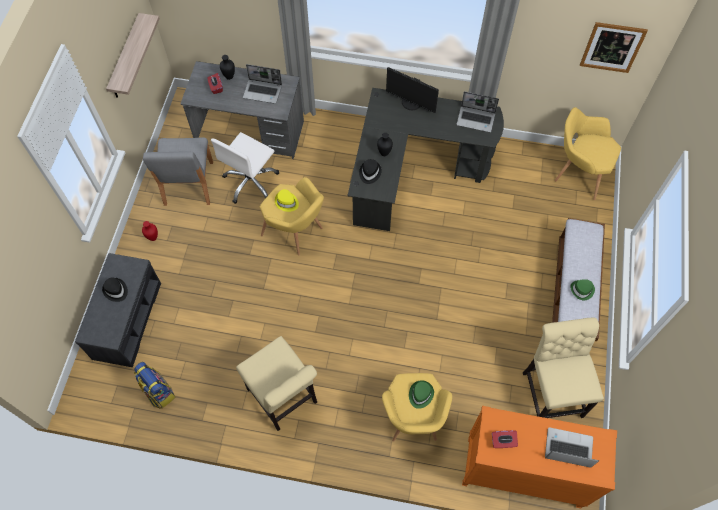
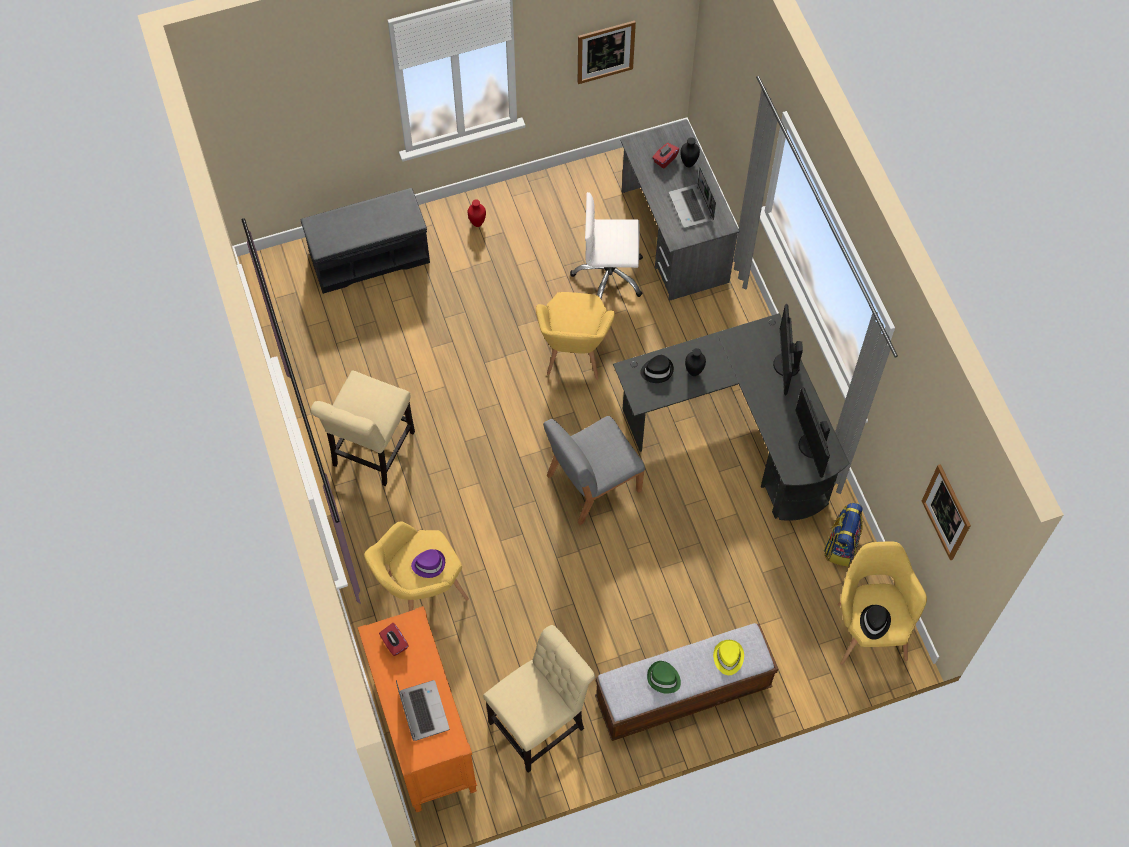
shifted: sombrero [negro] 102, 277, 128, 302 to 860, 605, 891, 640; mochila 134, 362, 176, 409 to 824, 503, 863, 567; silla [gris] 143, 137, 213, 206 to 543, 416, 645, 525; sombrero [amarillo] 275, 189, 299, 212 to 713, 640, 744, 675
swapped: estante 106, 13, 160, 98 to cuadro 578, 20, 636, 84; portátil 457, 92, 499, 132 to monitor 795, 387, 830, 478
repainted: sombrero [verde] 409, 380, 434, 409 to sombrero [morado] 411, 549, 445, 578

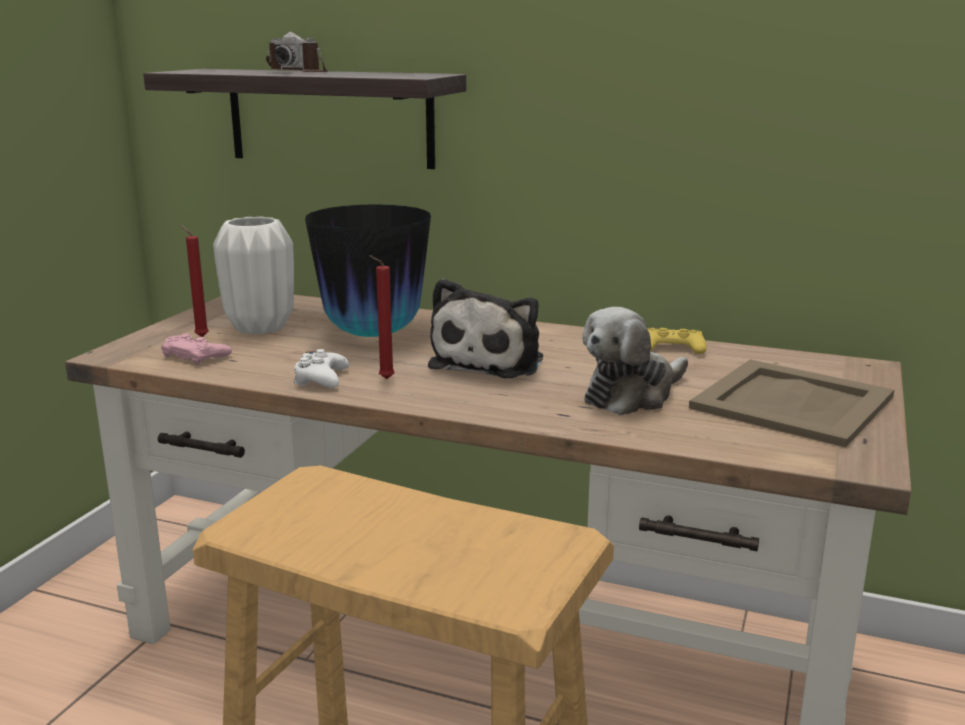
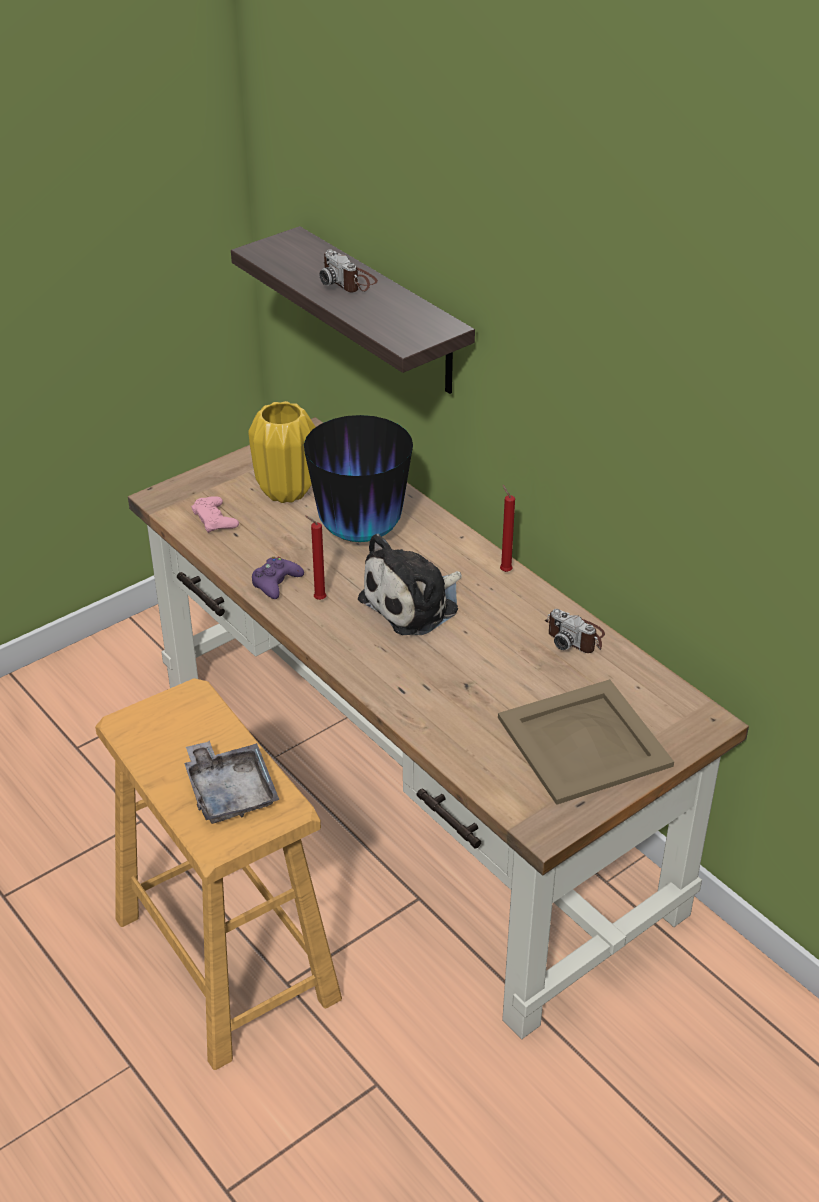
gone: peluche 582, 307, 688, 415
new: bandeja [gris] 184, 741, 279, 824
shifted: vela [rojo] 180, 225, 209, 337 to 500, 485, 515, 572
swapped: mando de consola [amarillo] 647, 328, 707, 354 to cámara 545, 609, 605, 653
repainted: florero [blanco] 213, 216, 294, 334 to florero [amarillo] 248, 401, 316, 503; mando de consola [blanco] 294, 349, 349, 388 to mando de consola [morado] 252, 557, 304, 599

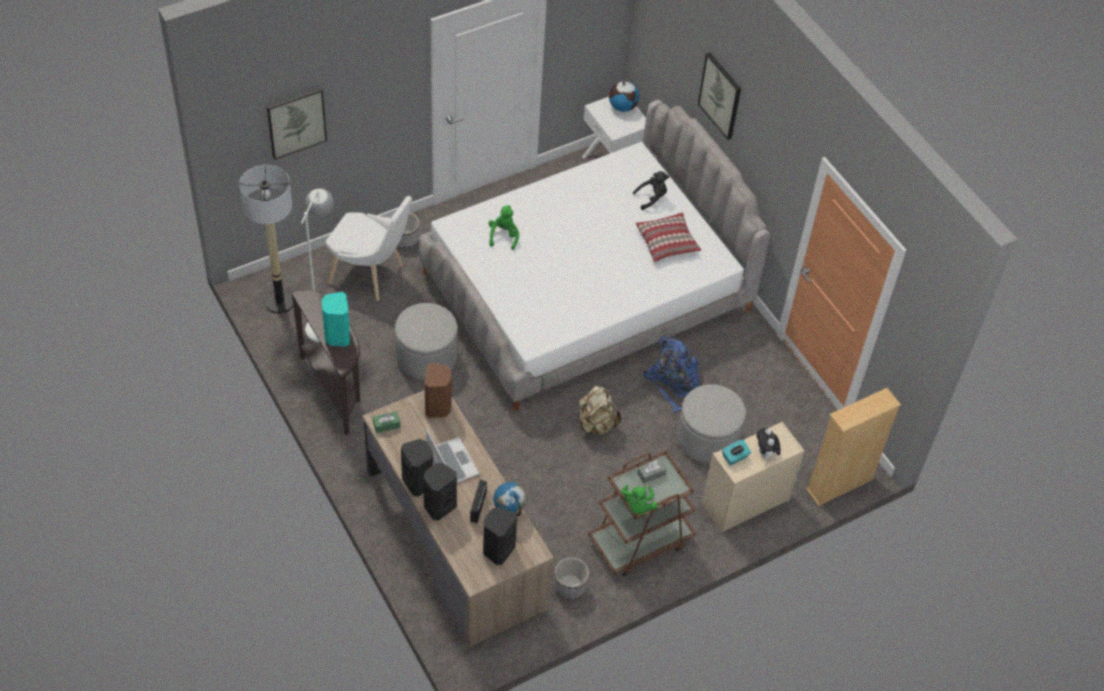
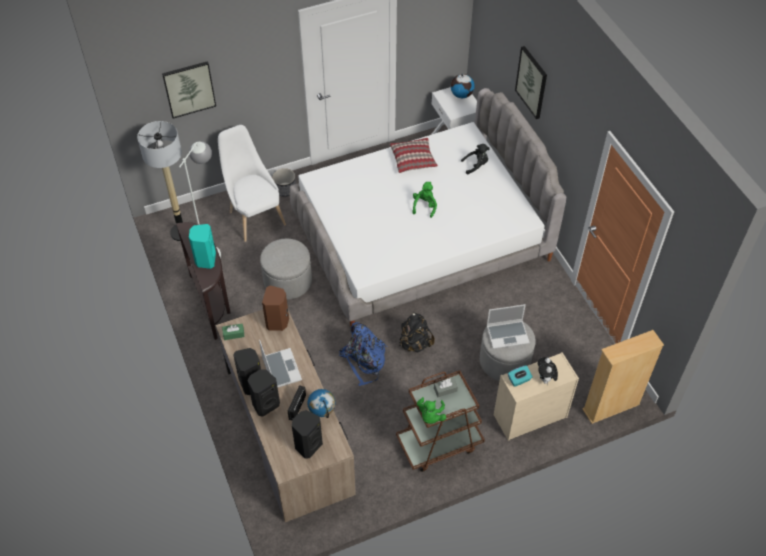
gone: maceta 554, 557, 589, 599
new: portátil 487, 304, 530, 349
shifted: peluche [verde] 489, 205, 519, 250 to 412, 182, 437, 218; cojín 635, 213, 701, 262 to 390, 138, 438, 173; mochila [azul] 643, 336, 700, 412 to 339, 322, 387, 386
repainted: mochila [beis] 578, 386, 621, 435 to mochila [negro] 400, 313, 435, 352
rotated: silla [blanco] 326, 196, 412, 301 = 218, 125, 286, 242 150 degrees counterclockwise

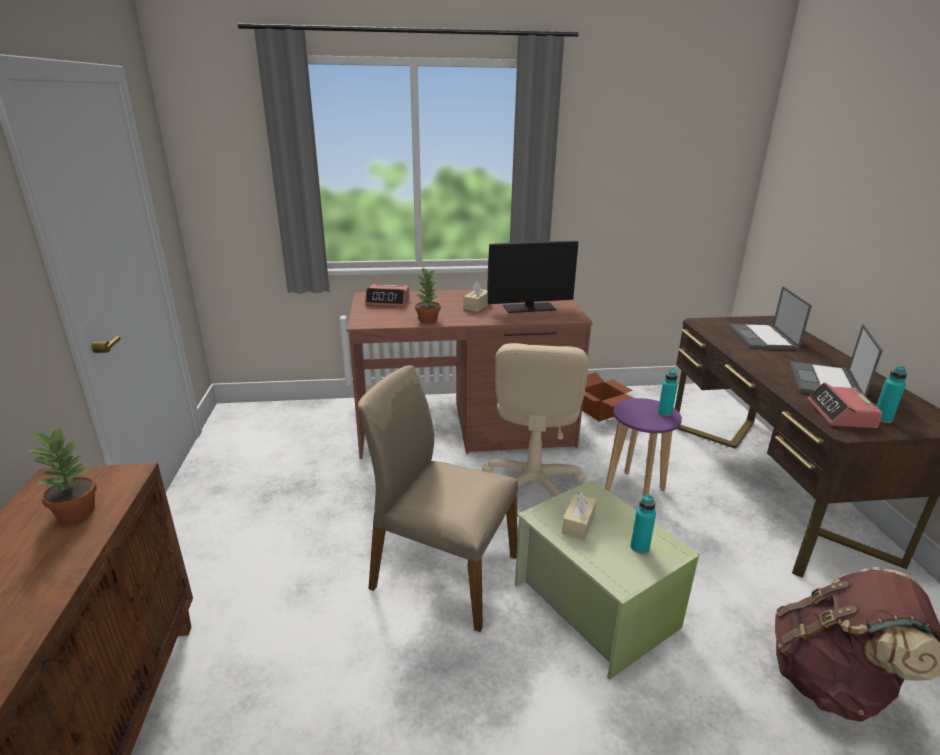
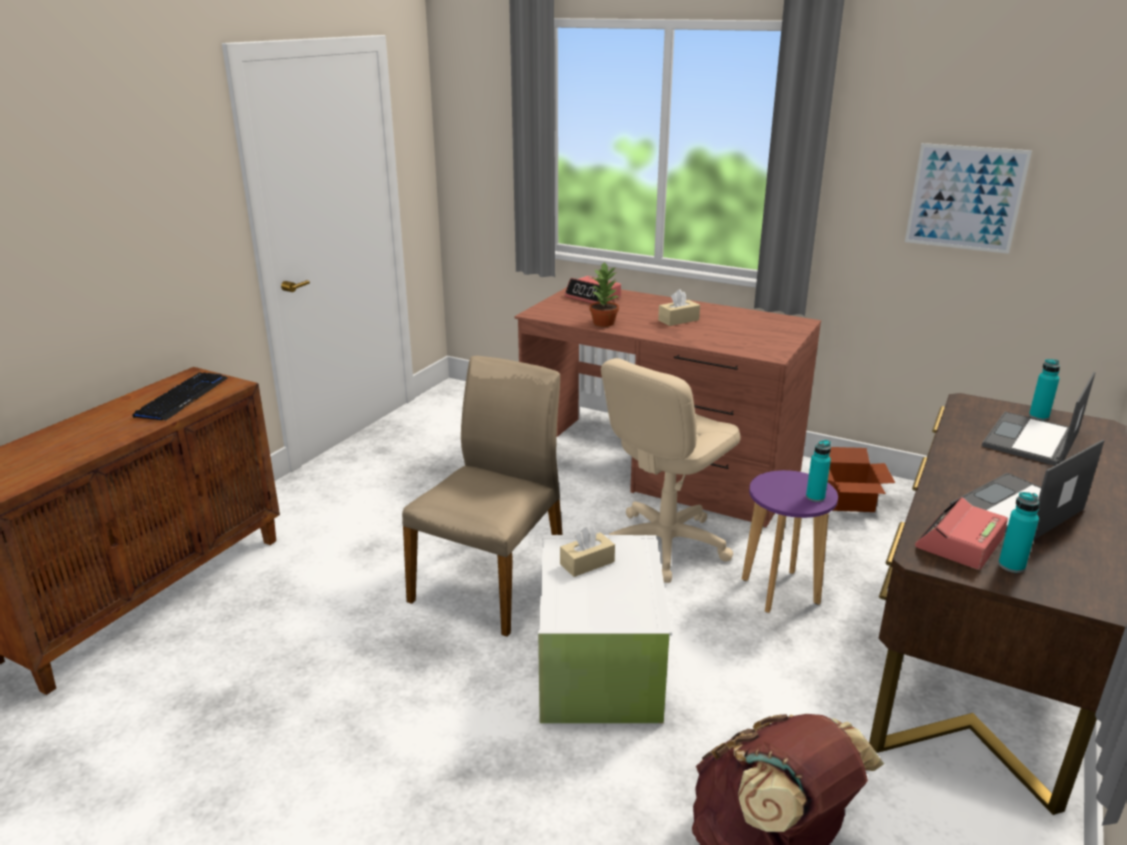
gone: monitor 488, 241, 578, 313
new: cuadro 905, 143, 1032, 254
shifted: botella [turquesa] 630, 494, 656, 554 to 1029, 359, 1060, 421
swapped: planta en maceta 26, 427, 97, 523 to teclado 132, 373, 228, 421
repainted: caja de almacenaje [verde] 515, 480, 699, 679 to caja de almacenaje [blanco] 538, 535, 672, 723
rotated: silla [beis] 358, 365, 518, 632 = 402, 356, 563, 637 60 degrees clockwise

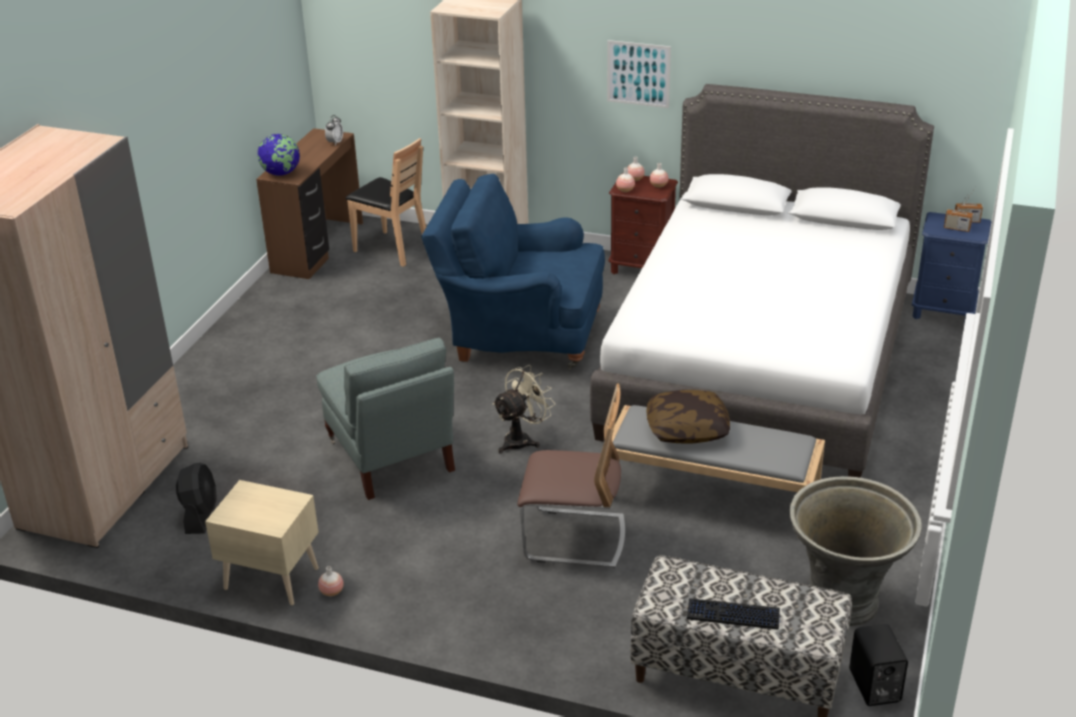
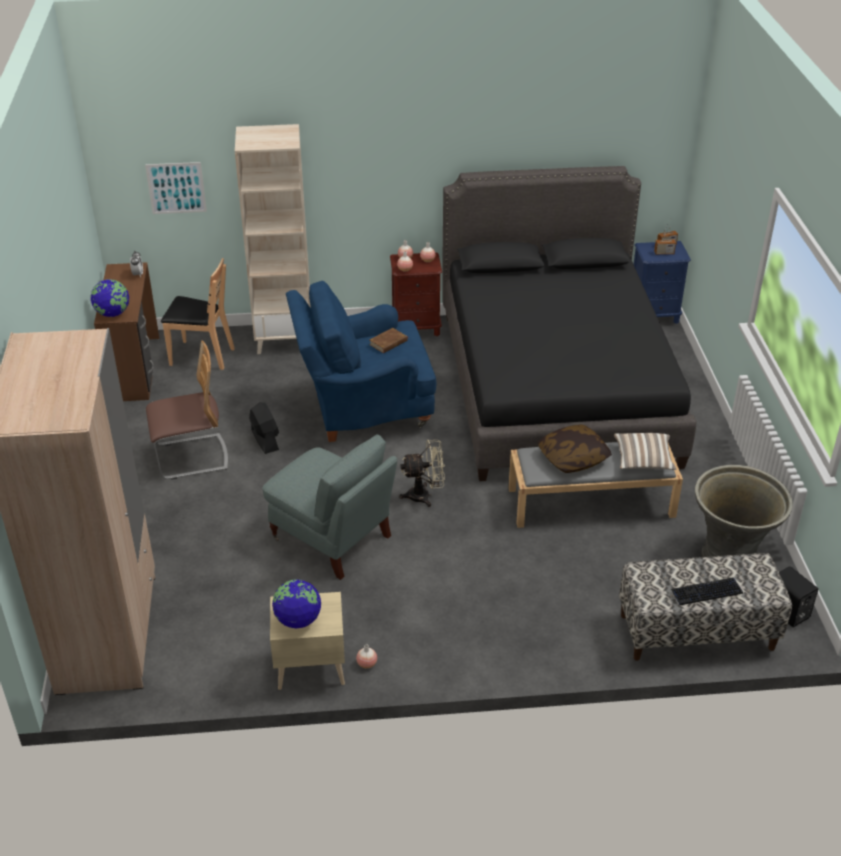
new: globo terráqueo 272, 579, 321, 629; libro [marrón] 369, 328, 408, 353; cojín 614, 433, 676, 470
shifted: ventilador [negro] 176, 463, 217, 534 to 249, 402, 279, 454; silla 517, 383, 625, 568 to 146, 340, 228, 479; cuadro 607, 40, 671, 108 to 145, 162, 207, 214
repainted: cama [blanco] 590, 84, 934, 478 to cama [negro] 442, 166, 697, 481
rotated: ventilador [beis] 492, 365, 555, 454 = 399, 440, 445, 507 60 degrees clockwise

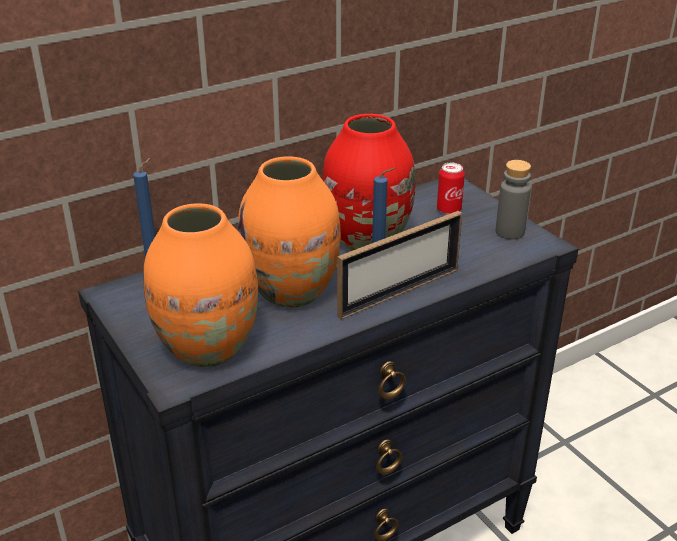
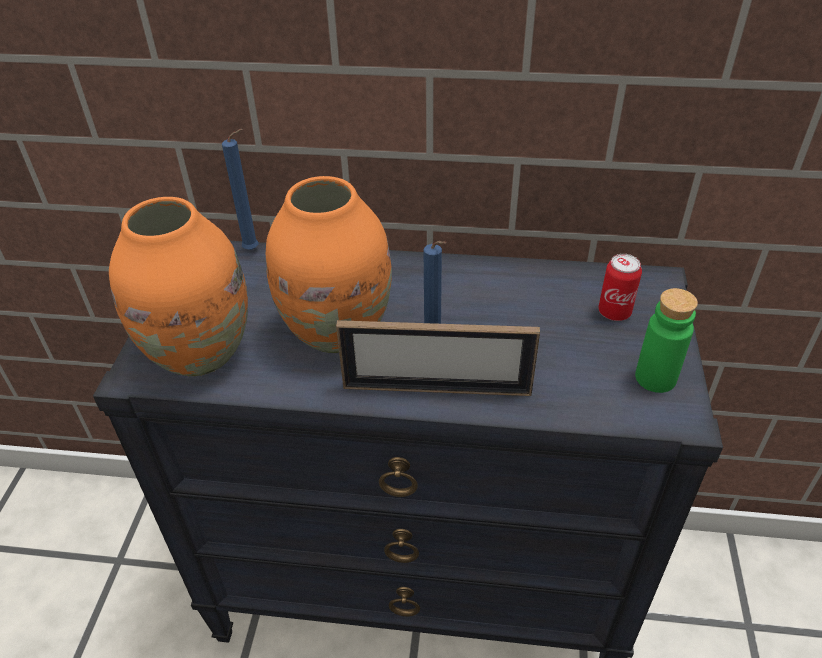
gone: florero [rojo] 322, 114, 415, 250
repainted: botella [gris] 496, 160, 531, 239 to botella [verde] 635, 288, 698, 393

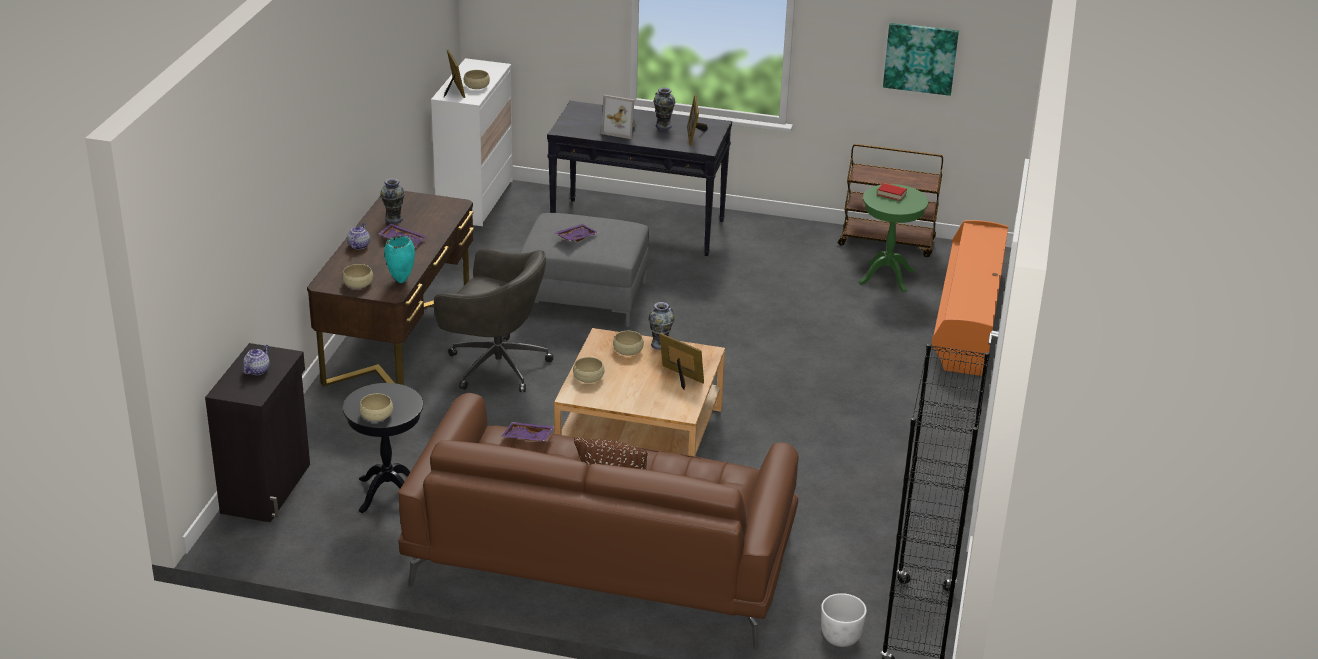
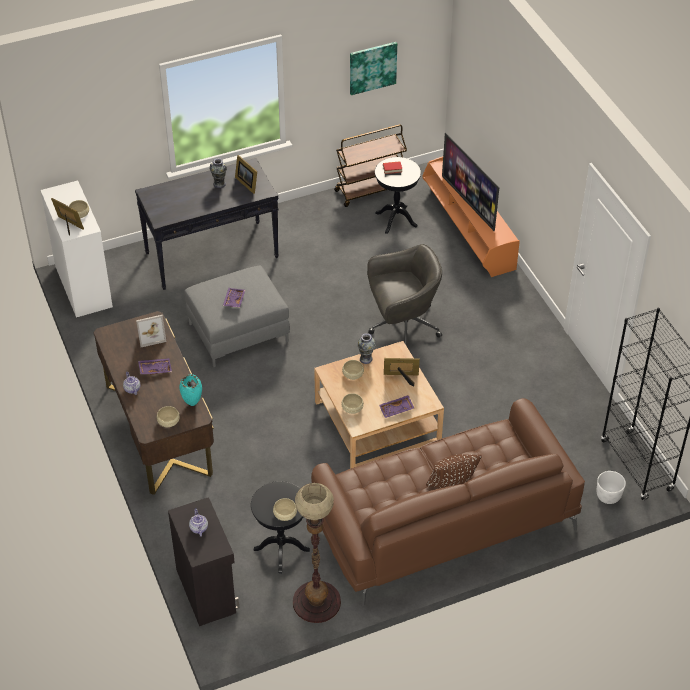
gone: florero 380, 178, 405, 224
new: lámpara de pie 293, 483, 341, 623; televisor 442, 132, 499, 231
shifted: silla de oficina [gris] 434, 248, 554, 392 to 367, 244, 442, 344; bandeja [morado] 502, 422, 555, 441 to 379, 395, 414, 418; portarretratos 601, 95, 637, 139 to 136, 315, 167, 347
repainted: mesa auxiliar [verde] 859, 184, 928, 293 to mesa auxiliar [negro] 375, 157, 421, 234

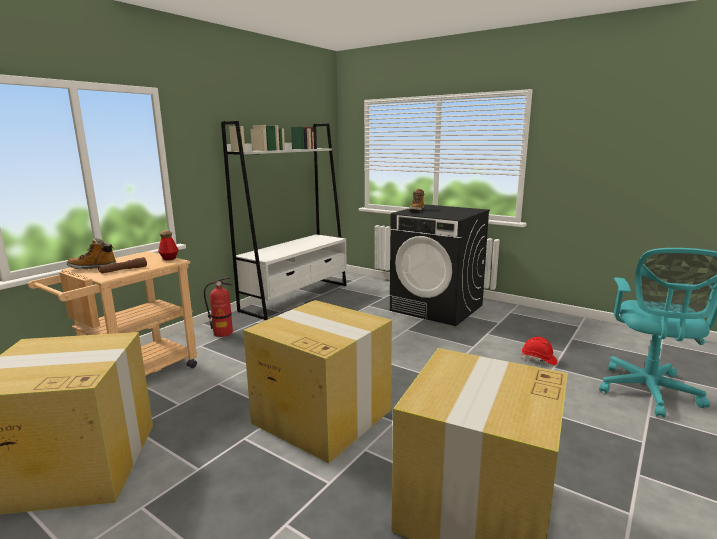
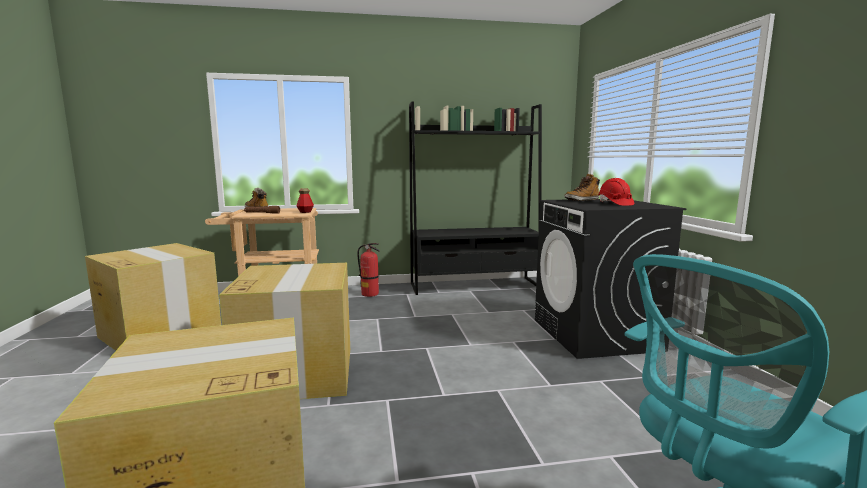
shifted: casco [rojo] 521, 337, 557, 365 to 598, 178, 634, 206
repainted: estantería [blanco] 221, 121, 347, 320 to estantería [negro] 409, 102, 542, 295

